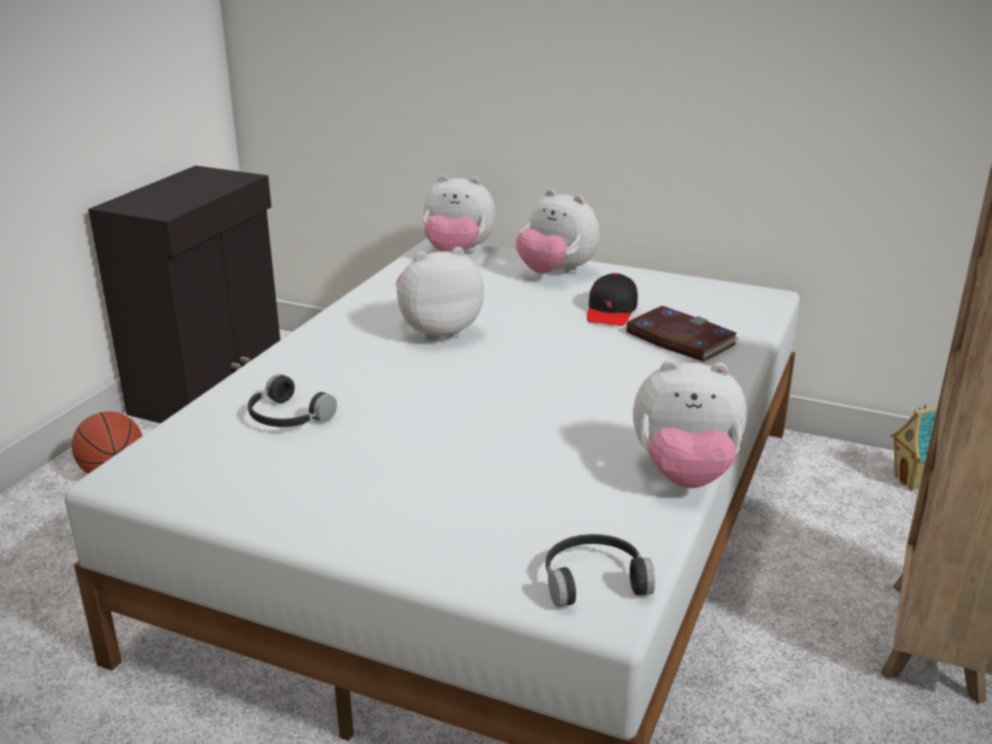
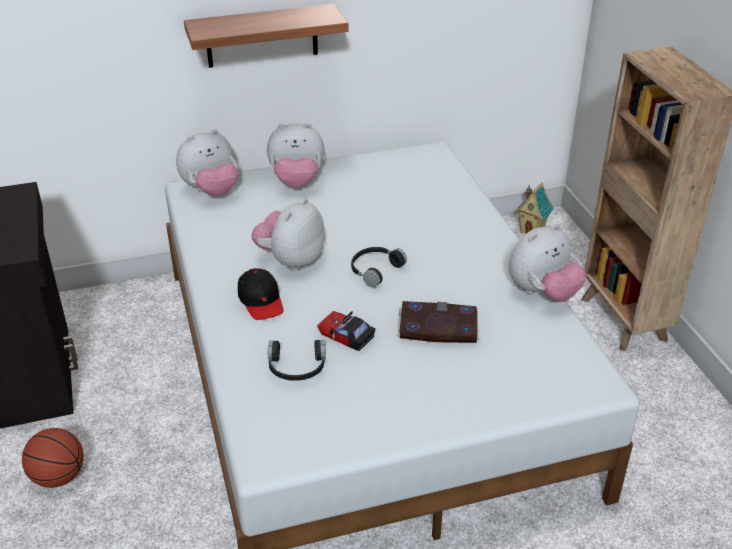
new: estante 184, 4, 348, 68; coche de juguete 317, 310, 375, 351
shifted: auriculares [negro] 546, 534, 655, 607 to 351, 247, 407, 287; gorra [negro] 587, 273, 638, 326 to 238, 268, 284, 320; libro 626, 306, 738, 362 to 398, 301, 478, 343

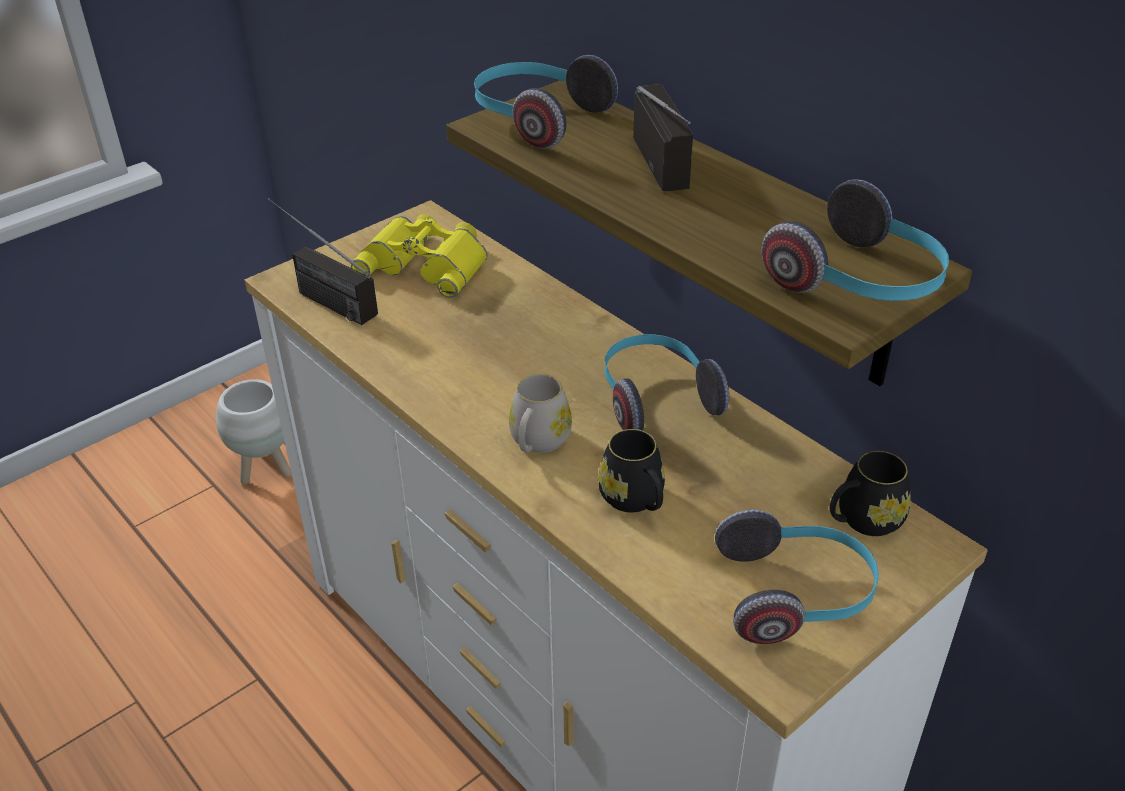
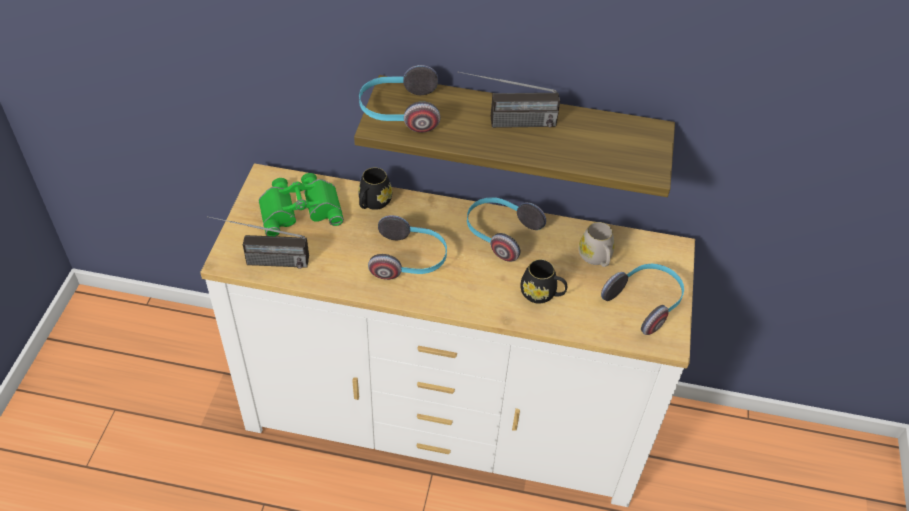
gone: maceta [blanco] 216, 379, 292, 484
shifted: taza grande [blanco] 509, 374, 572, 453 to 579, 222, 614, 267; auriculares 762, 179, 949, 301 to 368, 215, 447, 280; taza grande [negro] 830, 451, 911, 536 to 358, 167, 392, 210
repainted: prismáticos [amarillo] 351, 214, 488, 298 to prismáticos [verde] 259, 173, 344, 236
rotated: radio 633, 84, 693, 191 = 458, 71, 560, 128 135 degrees clockwise

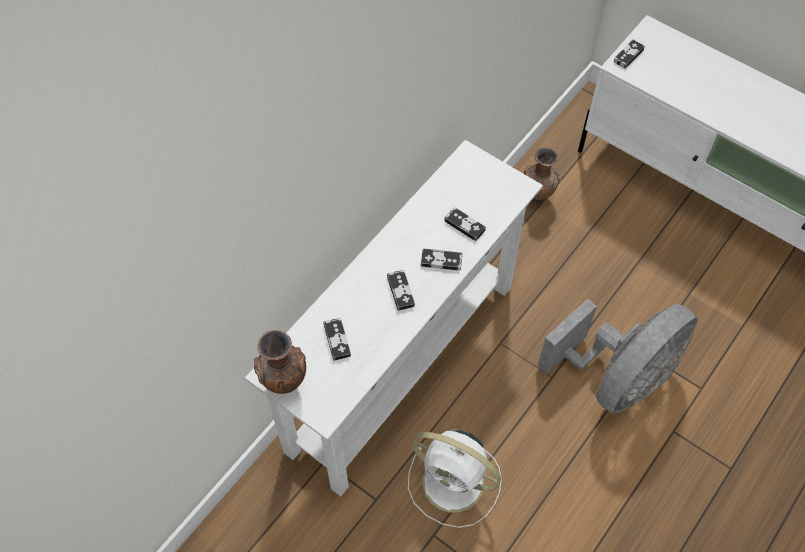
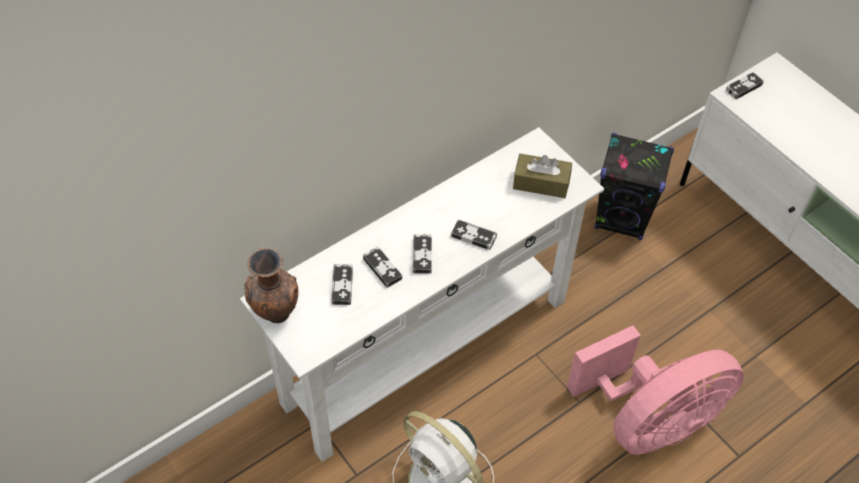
new: caja de pañuelos [marrón] 513, 154, 572, 198
shifted: mando de consola 444, 207, 486, 241 to 363, 247, 402, 288
swapped: florero [marrón] 524, 147, 560, 204 to altavoz [negro] 595, 133, 674, 240
repainted: ventilador [gris] 537, 299, 698, 414 to ventilador [rosa] 567, 326, 744, 455

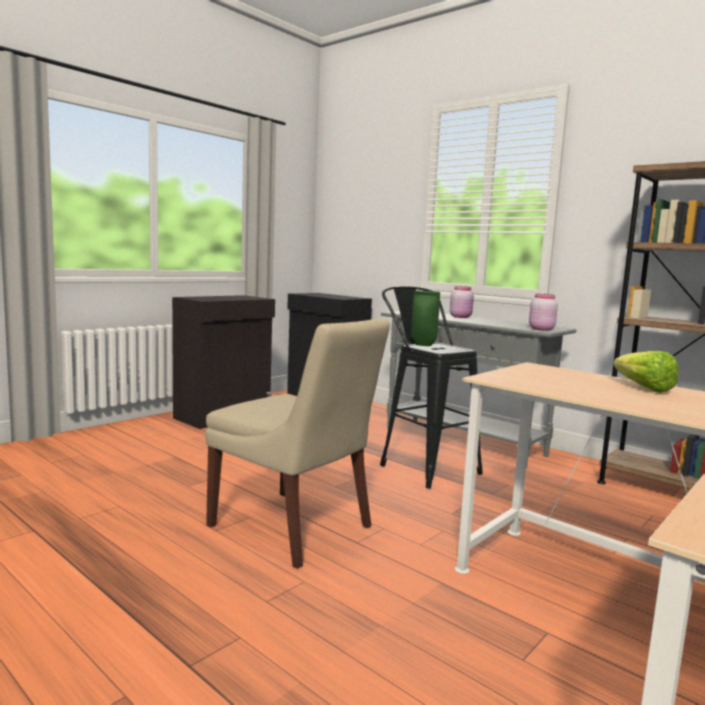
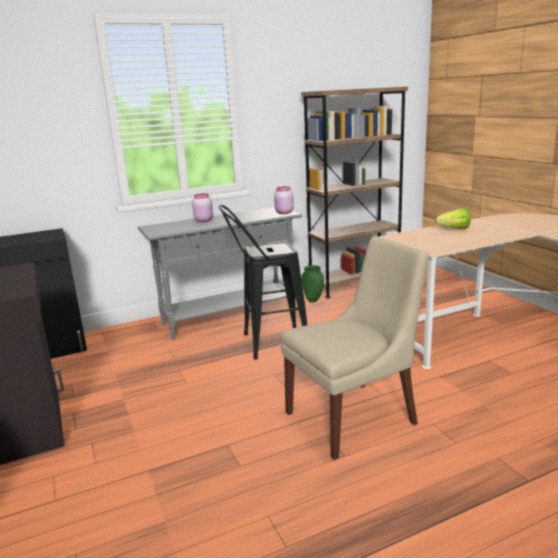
shifted: florero [verde] 411, 291, 440, 346 to 302, 265, 324, 303

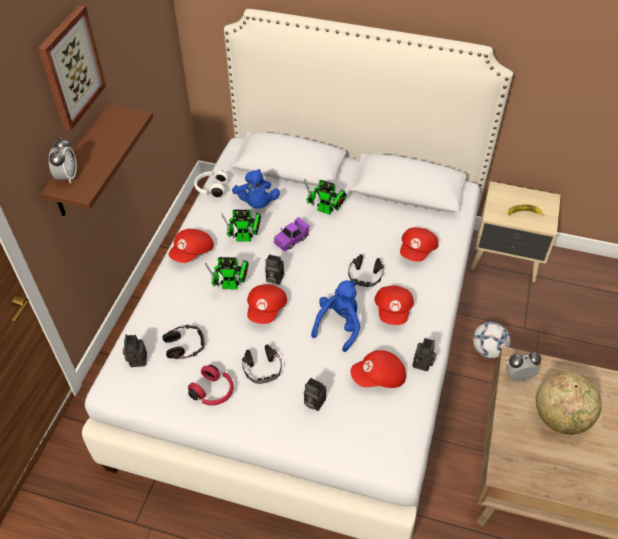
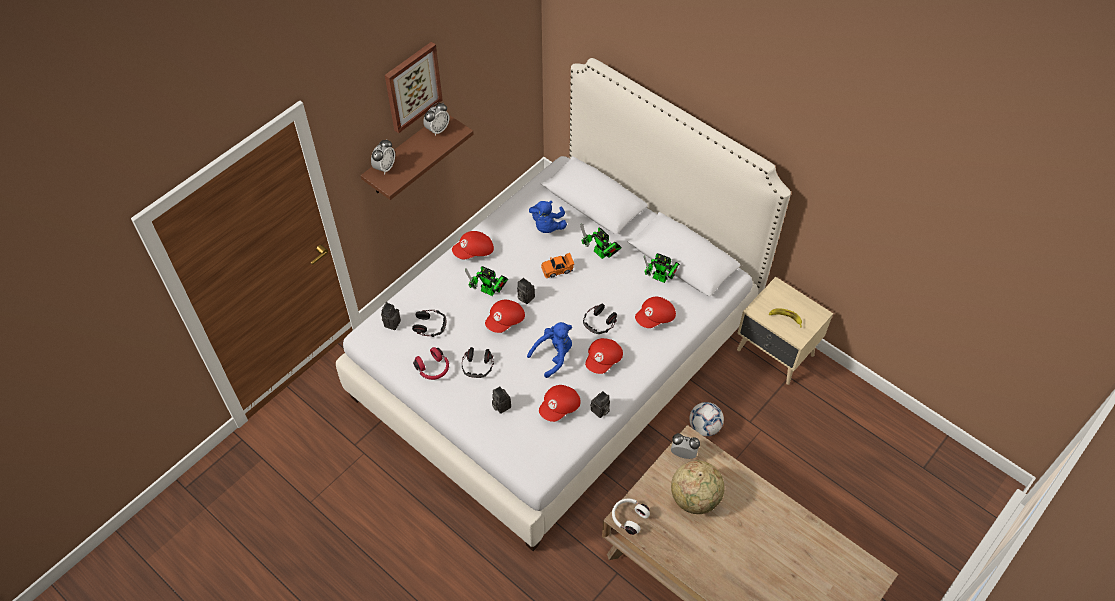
new: despertador 423, 102, 450, 136
shifted: auriculares [blanco] 194, 171, 229, 197 to 612, 499, 650, 535; robot de juguete 222, 210, 261, 242 to 644, 253, 680, 283
repainted: coche de juguete [morado] 274, 217, 310, 252 to coche de juguete [naranja] 541, 253, 574, 278
rotated: gorra [rojo] 350, 350, 406, 388 = 539, 385, 581, 422 60 degrees counterclockwise

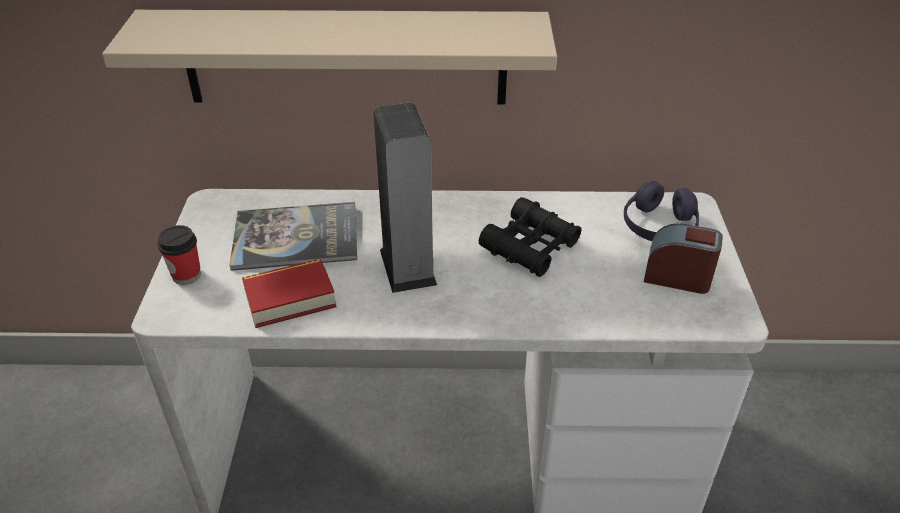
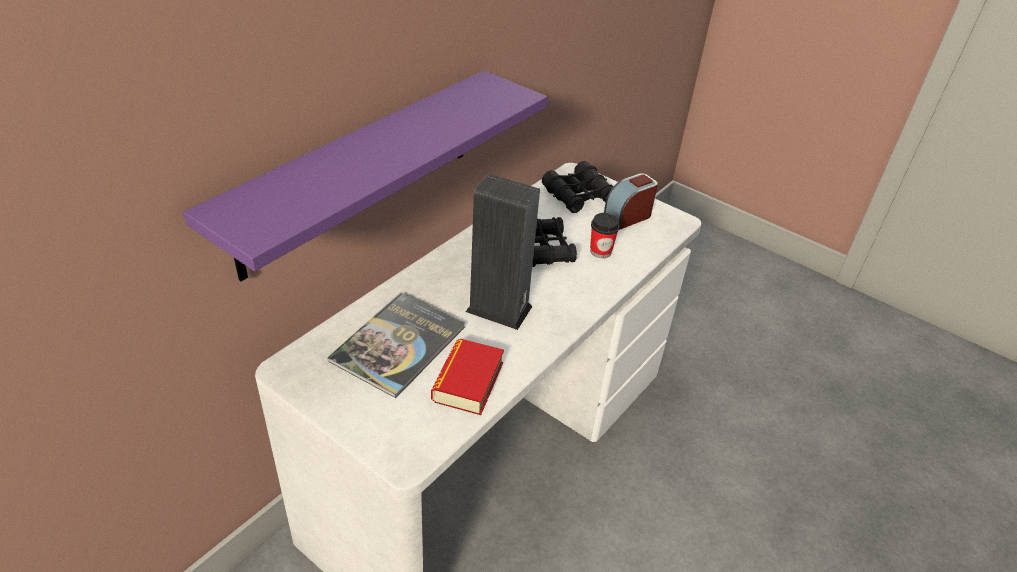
shifted: taza 158, 225, 201, 285 to 590, 213, 620, 258
swapped: auriculares [morado] 624, 181, 699, 241 to prismáticos [negro] 542, 161, 613, 213
repainted: estante [beis] 102, 10, 557, 104 to estante [morado] 183, 70, 548, 281

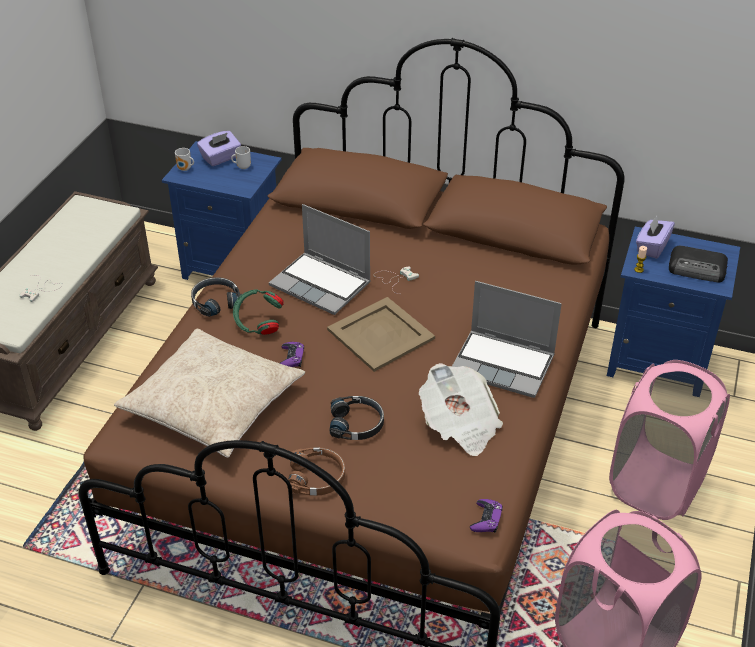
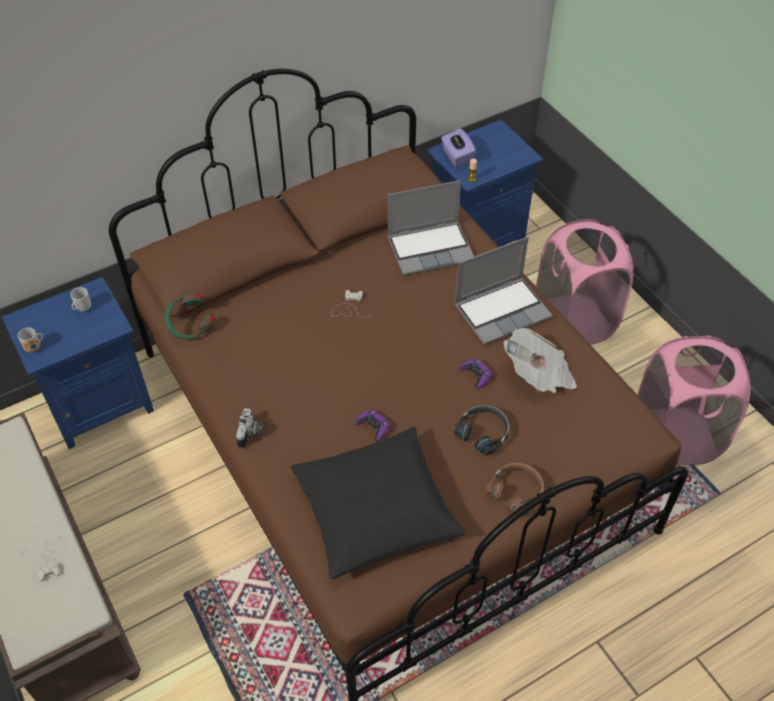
gone: caja de pañuelos [morado] 197, 131, 241, 166; bandeja [beis] 327, 297, 435, 372; radio 669, 246, 728, 283
shifted: auriculares [verde] 233, 289, 283, 335 to 164, 294, 215, 340; portátil 269, 204, 371, 315 to 387, 180, 474, 276; mando de consola [morado] 470, 499, 503, 533 to 459, 358, 492, 389
swapped: auriculares [negro] 191, 277, 243, 317 to cámara 236, 408, 265, 448
repainted: cojín [beis] 114, 329, 305, 458 to cojín [negro] 291, 427, 466, 580

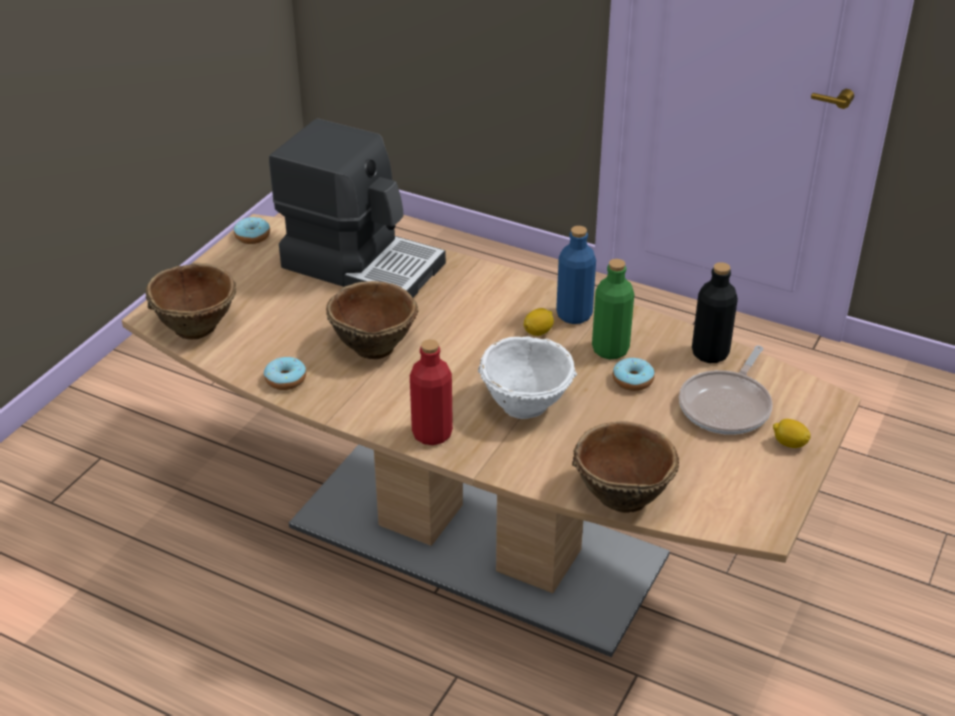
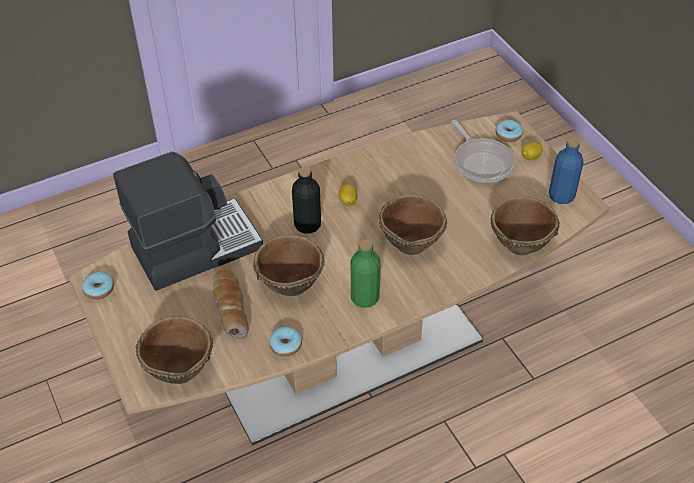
gone: botella [rojo] 410, 339, 453, 445
new: pan 213, 266, 248, 339
shifted: botella [azul] 556, 226, 596, 324 to 549, 138, 584, 204; botella [verde] 592, 259, 634, 359 to 351, 240, 380, 308; rosquilla 613, 358, 655, 391 to 496, 120, 523, 142; botella [negro] 692, 262, 738, 363 to 292, 167, 321, 234
repainted: cuenco [blanco] 478, 336, 577, 419 to cuenco [marrón] 379, 194, 447, 255

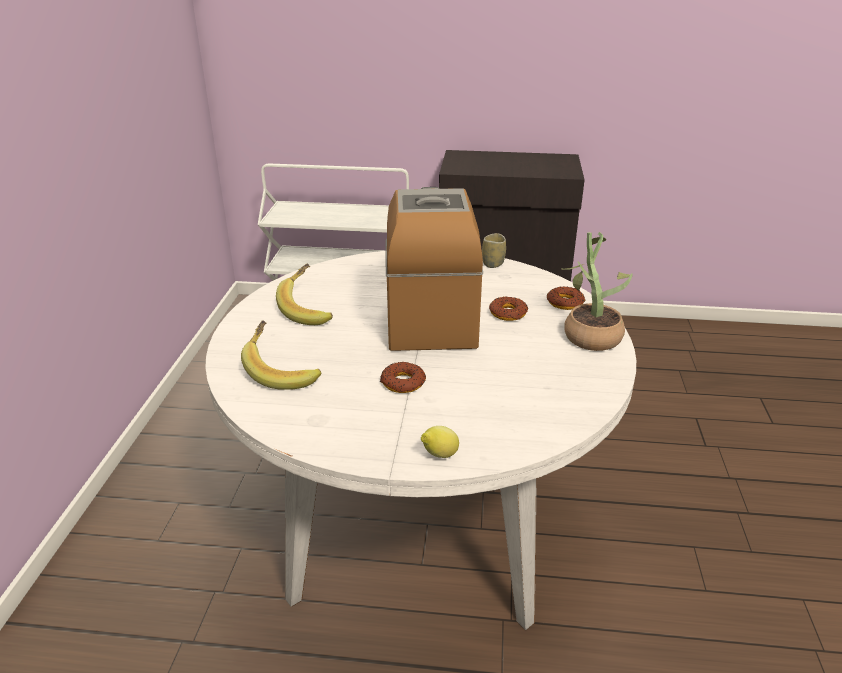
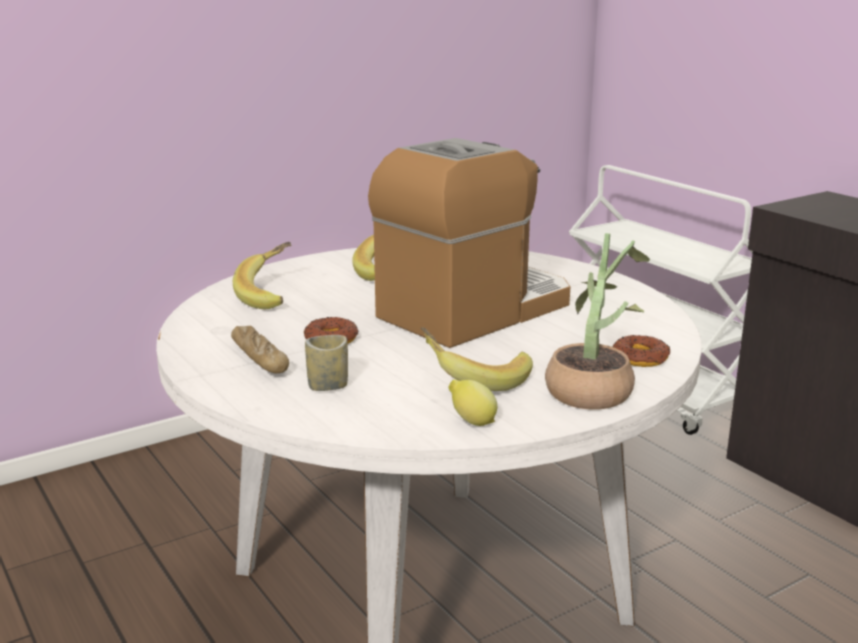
gone: rosquilla 489, 297, 528, 321
new: pan 231, 326, 289, 373; plátano 421, 327, 533, 391
shifted: limón 421, 426, 459, 458 to 449, 380, 497, 426; taza 482, 233, 506, 268 to 305, 335, 348, 391

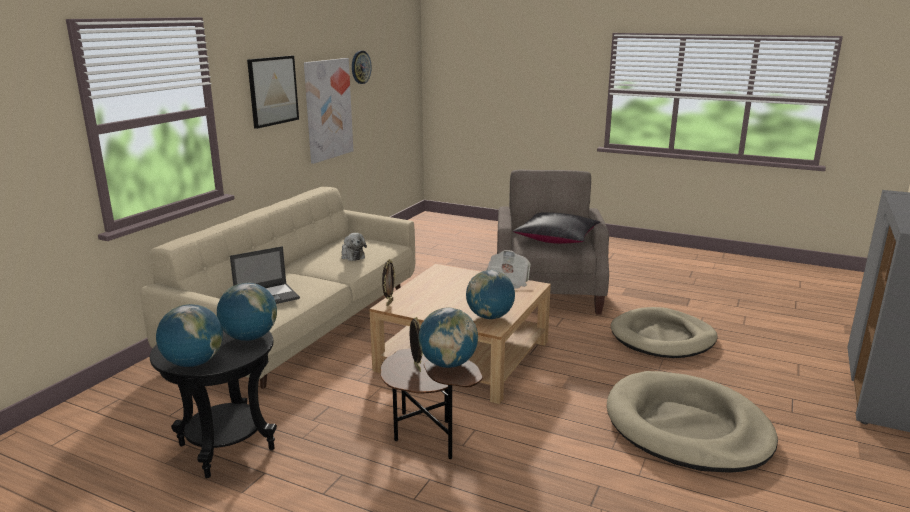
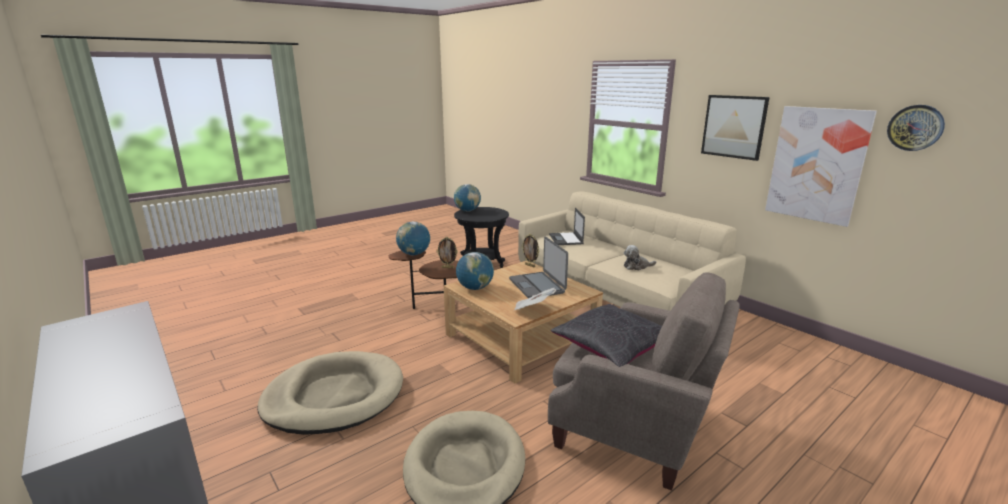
gone: globo terráqueo 217, 283, 277, 341
new: portátil 509, 237, 568, 298

